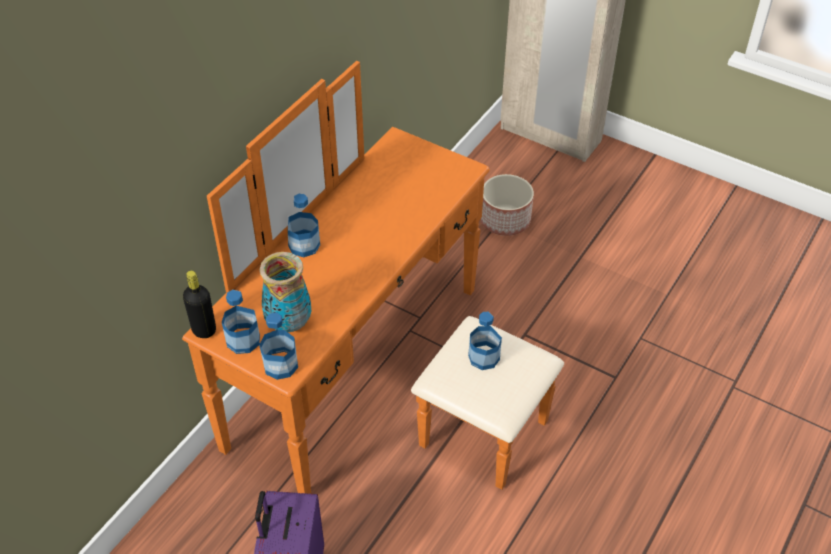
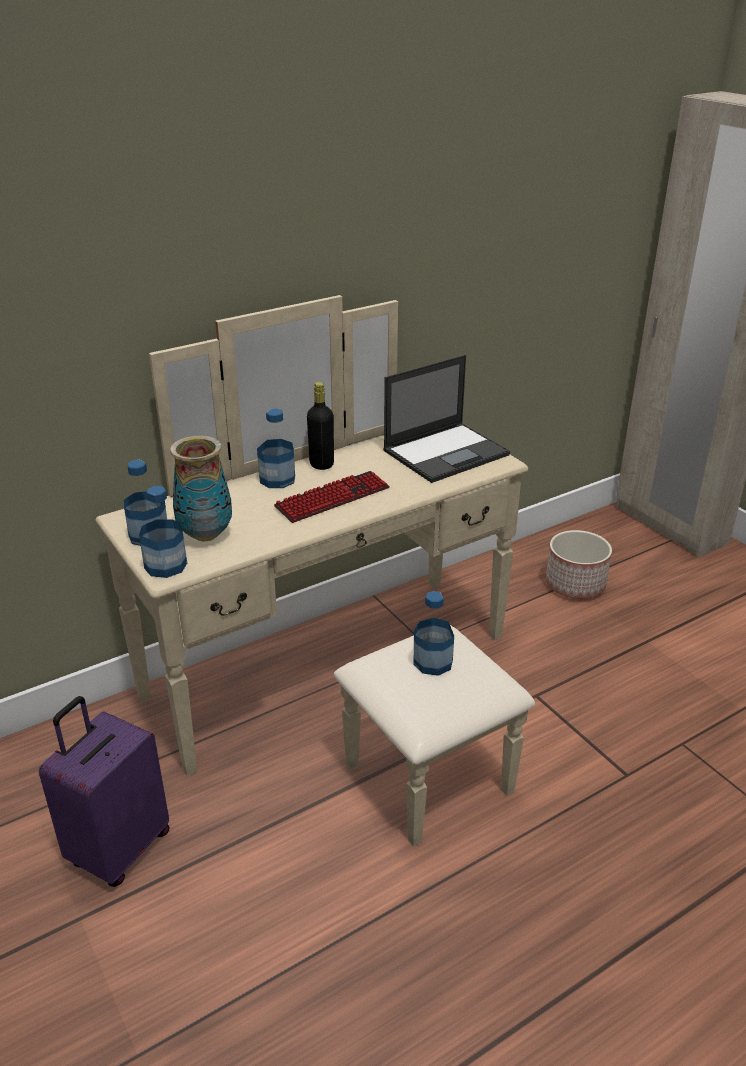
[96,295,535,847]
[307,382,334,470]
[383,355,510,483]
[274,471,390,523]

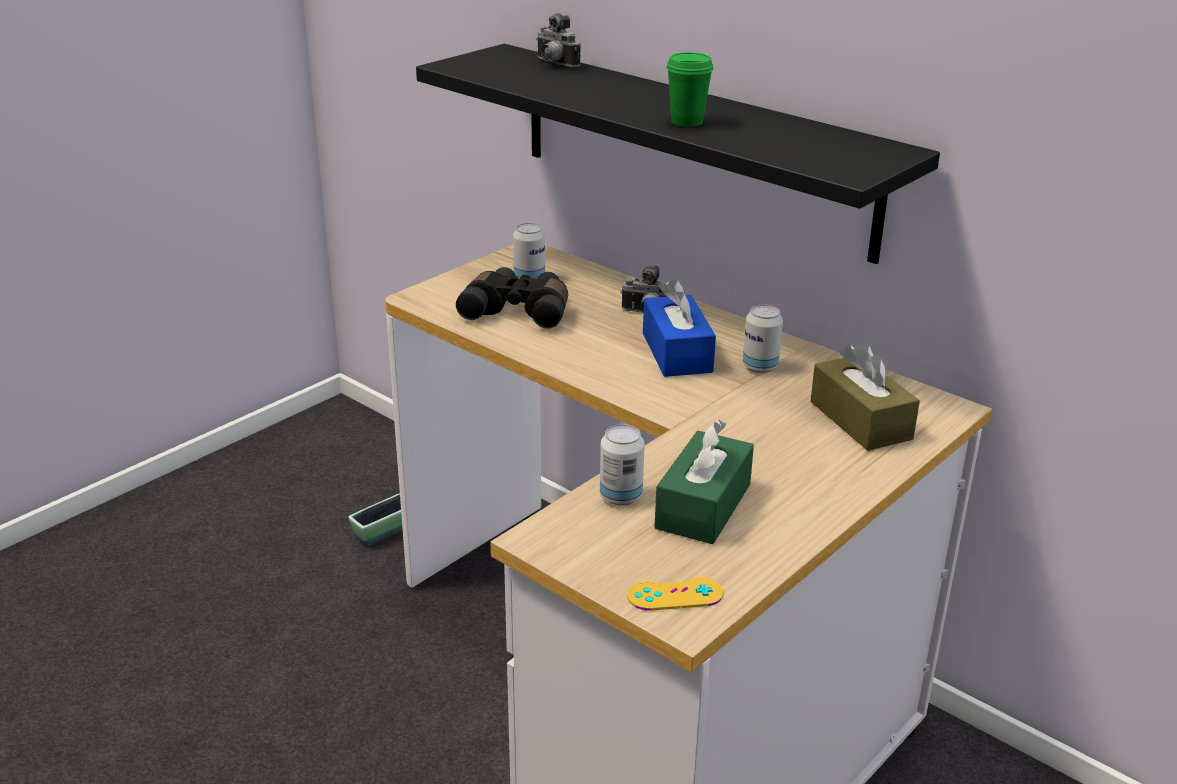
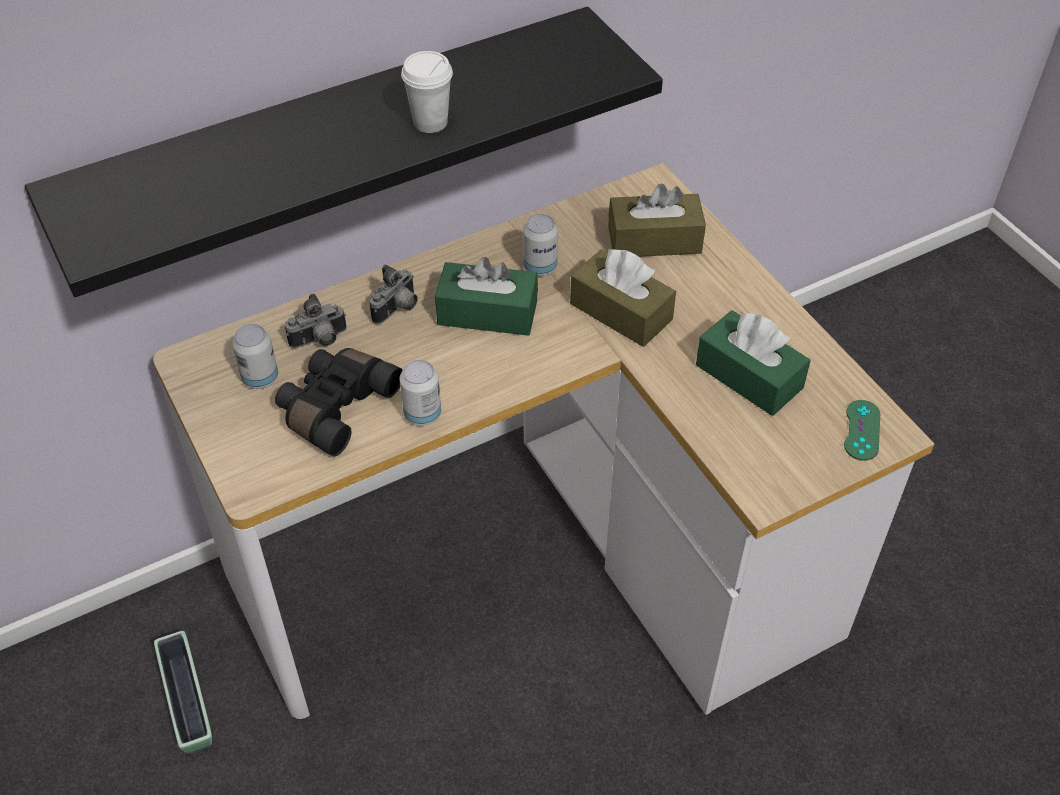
[285,294,347,348]
[401,51,453,133]
[435,257,538,336]
[400,360,441,426]
[844,400,880,461]
[570,249,676,347]

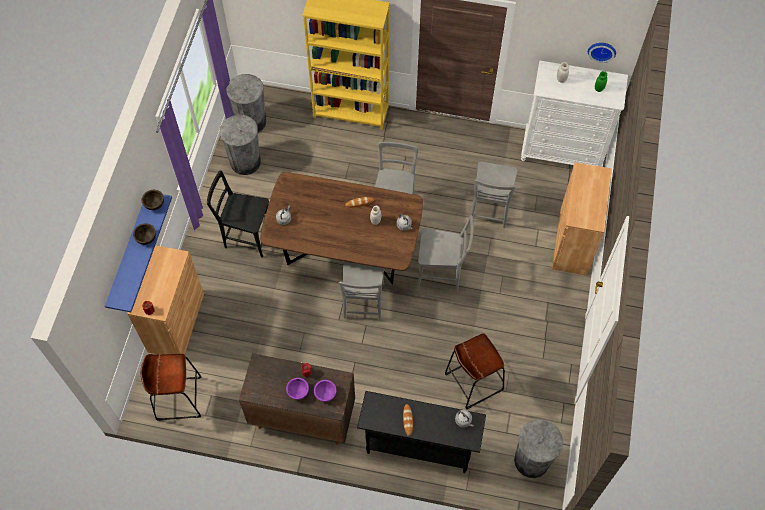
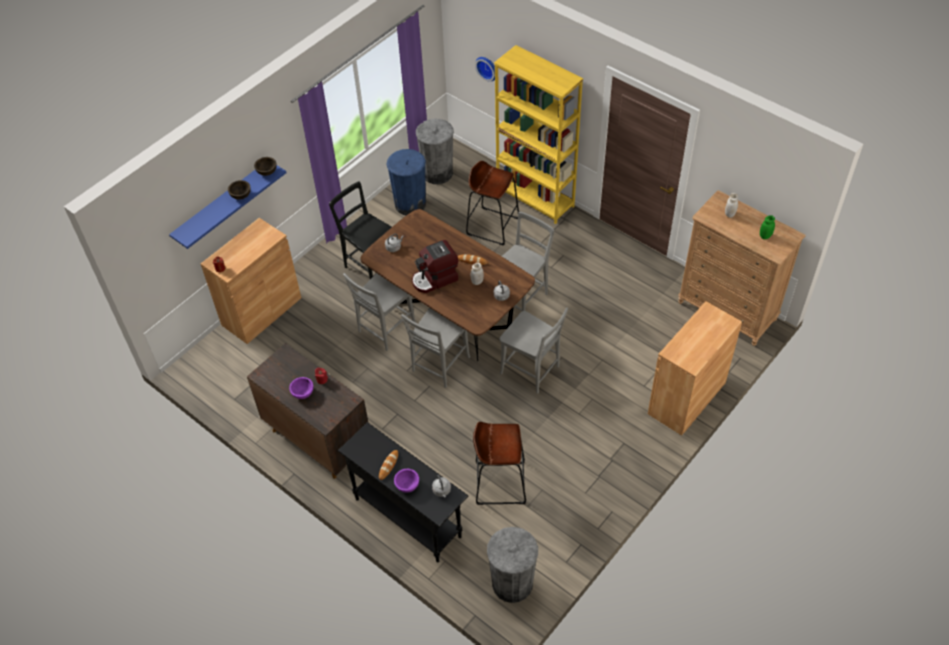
[475,57,495,81]
[678,190,806,346]
[387,149,426,215]
[343,273,416,351]
[466,161,519,246]
[394,469,419,493]
[412,240,458,293]

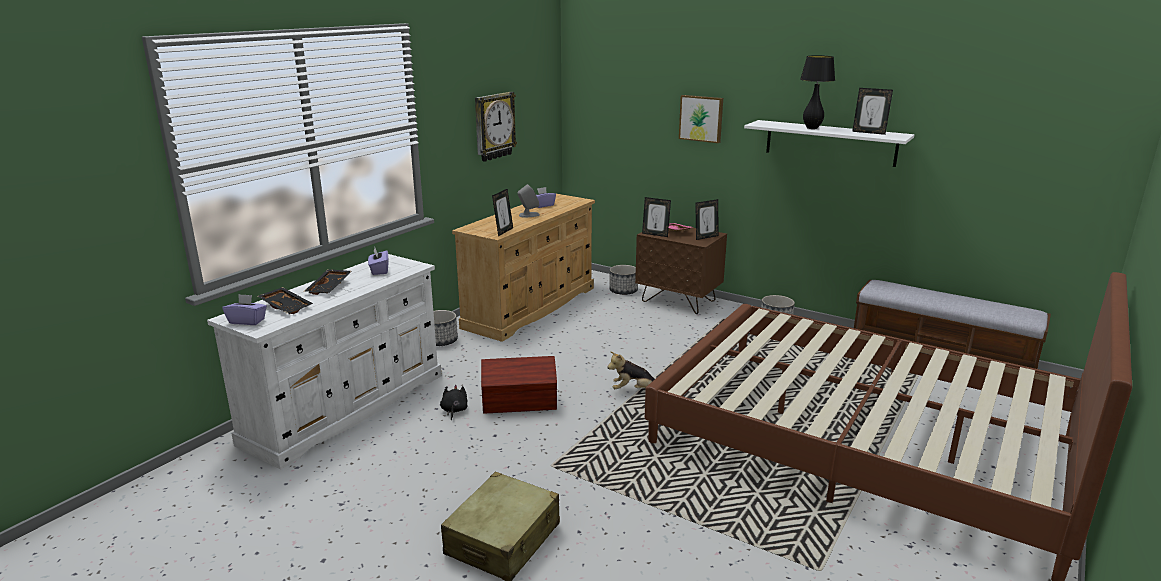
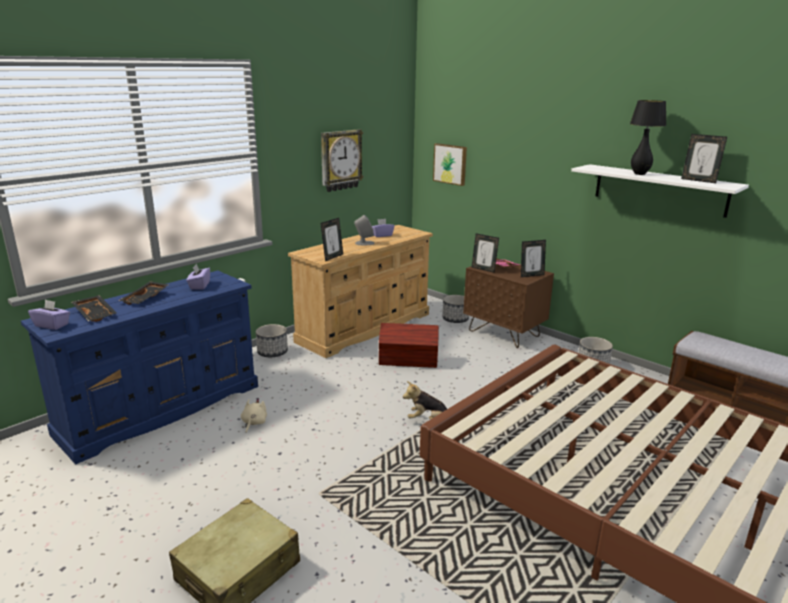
[433,143,467,186]
[21,271,258,465]
[379,323,439,368]
[241,399,267,433]

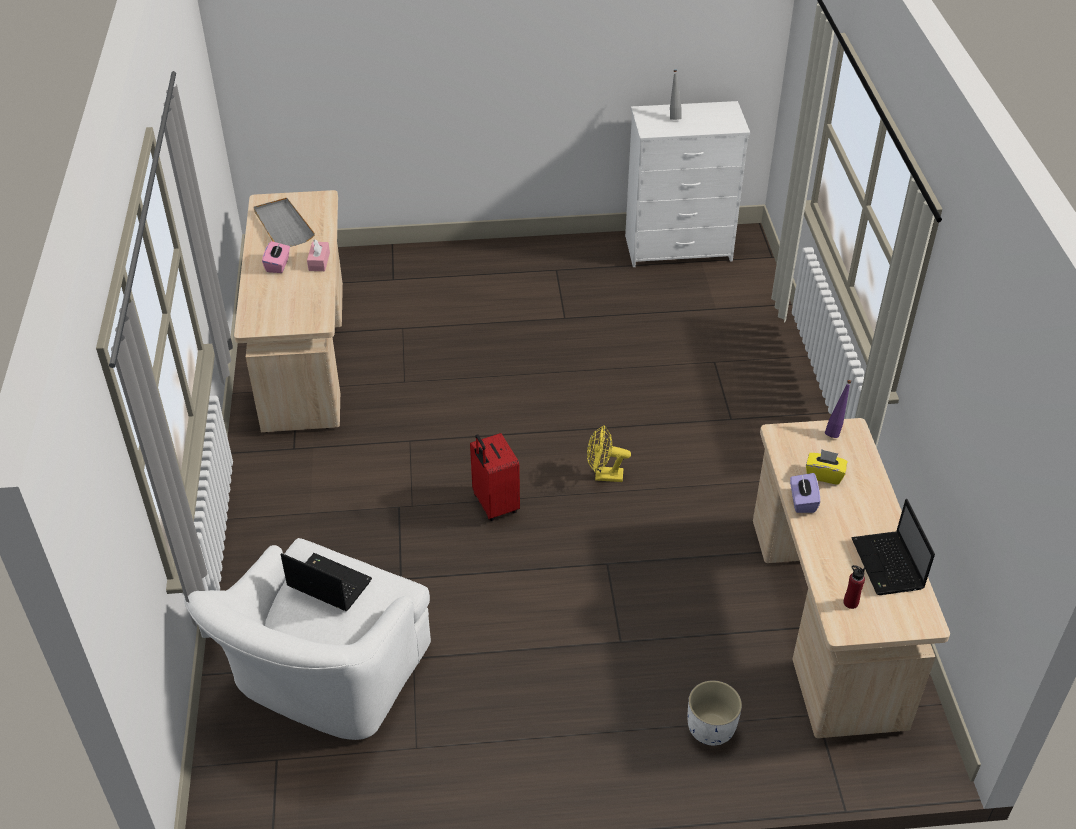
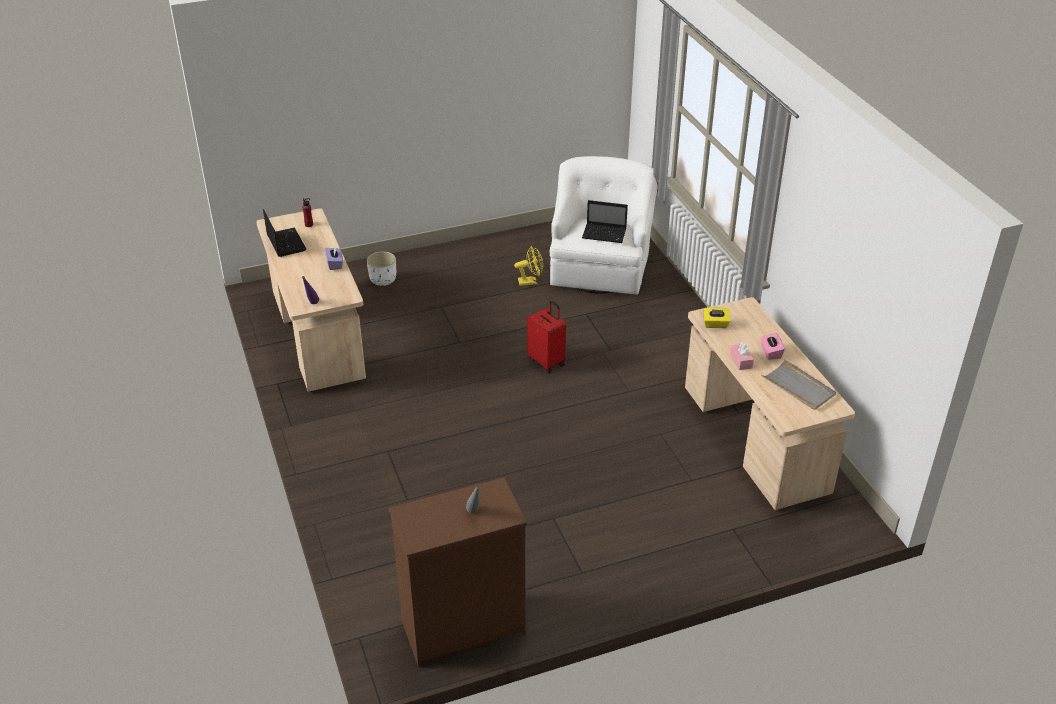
[389,478,527,667]
[514,246,543,286]
[703,307,730,328]

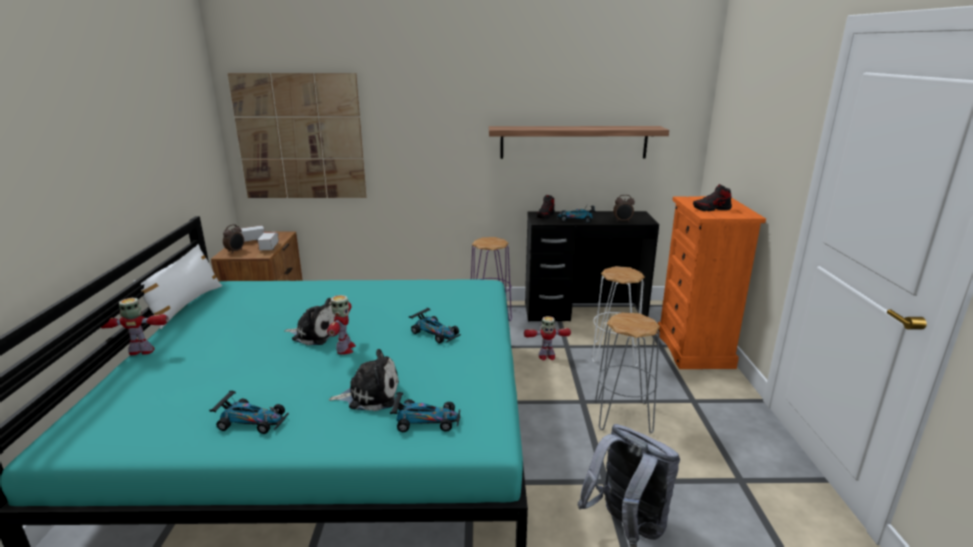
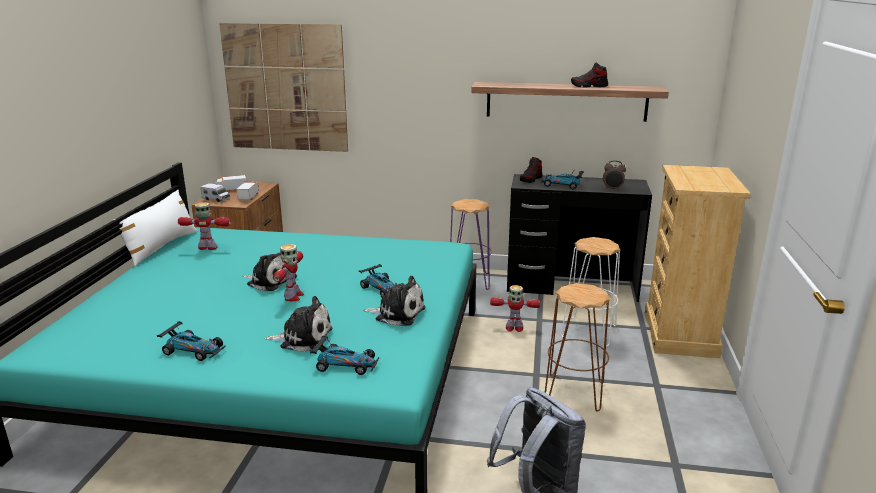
[571,62,608,88]
[645,165,751,358]
[201,183,230,202]
[178,202,231,250]
[545,283,611,412]
[363,276,426,326]

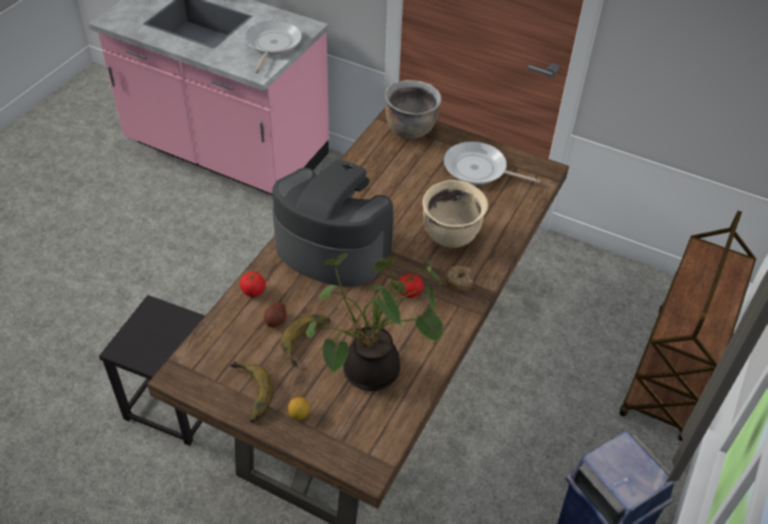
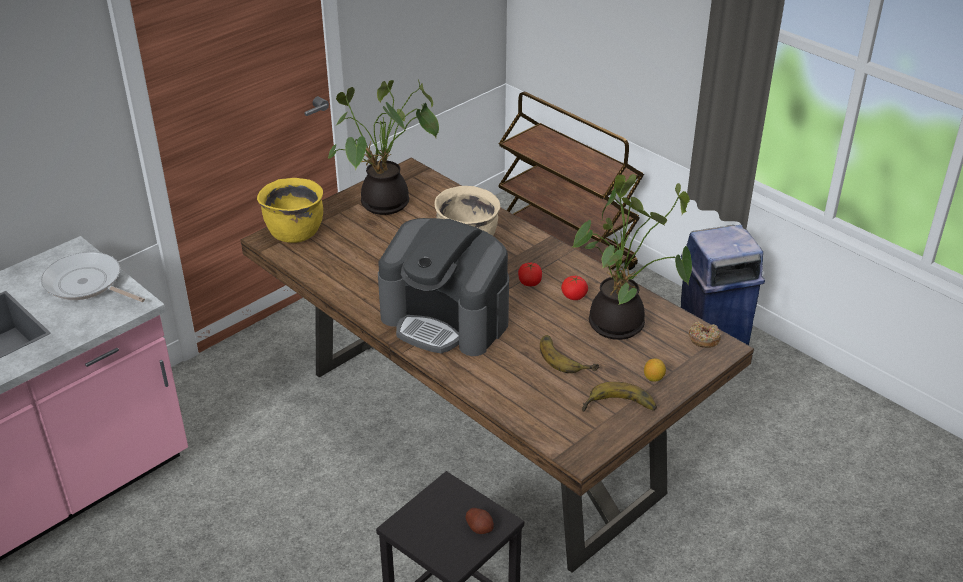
[257,178,323,243]
[328,80,439,215]
[378,218,509,356]
[689,321,721,348]
[561,275,588,300]
[465,508,494,534]

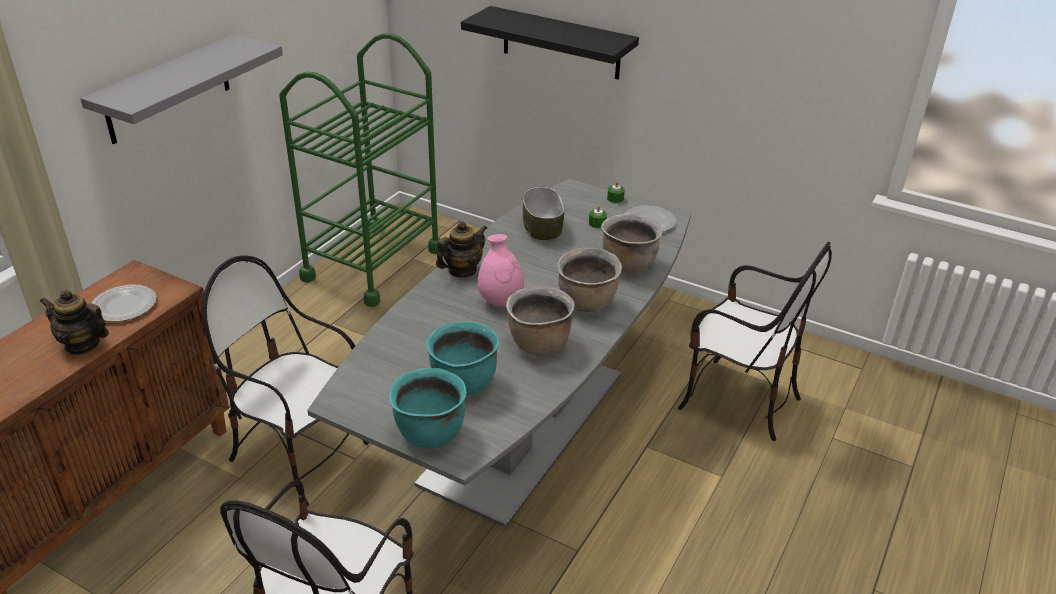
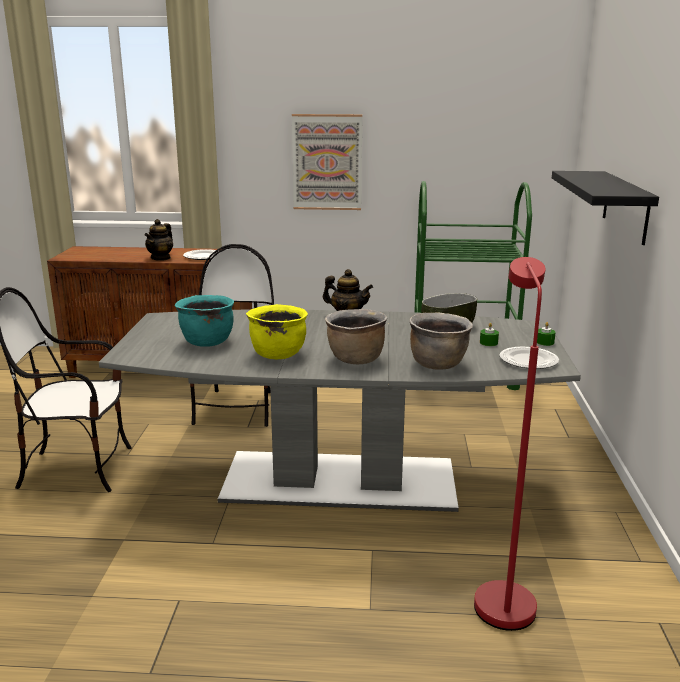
[292,114,363,210]
[478,234,524,307] (first image)
[474,257,546,631]
[246,304,308,359]
[144,219,173,261]
[389,368,467,449] (first image)

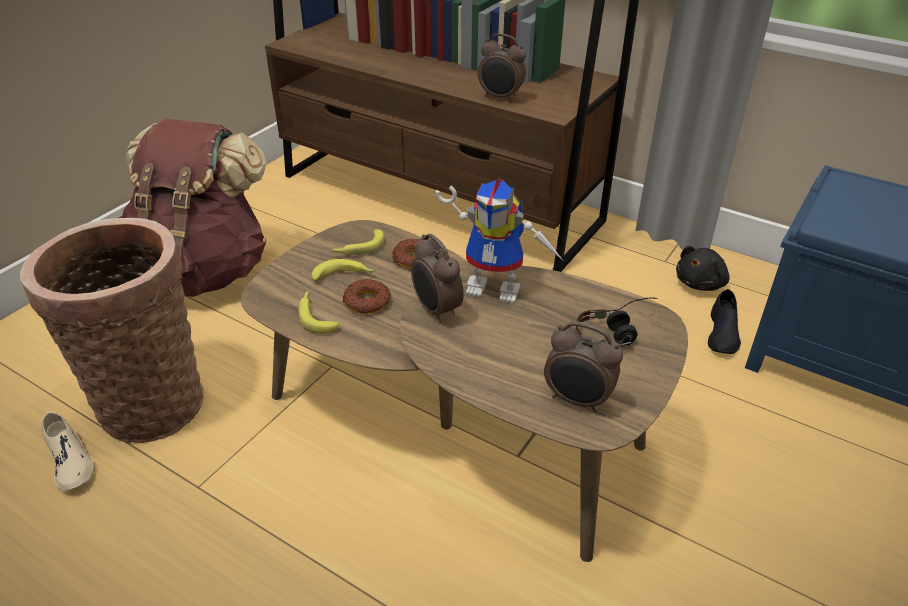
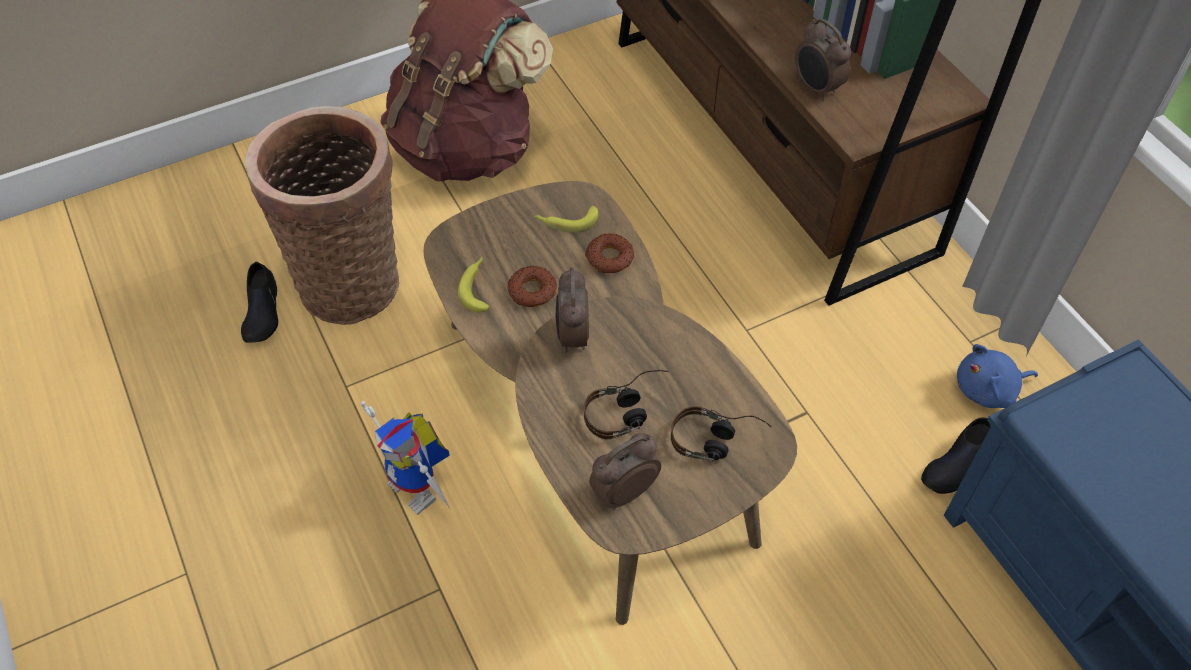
[361,401,450,515]
[957,344,1038,408]
[311,259,374,281] (first image)
[589,433,661,510]
[241,262,278,343]
[584,370,668,439]

